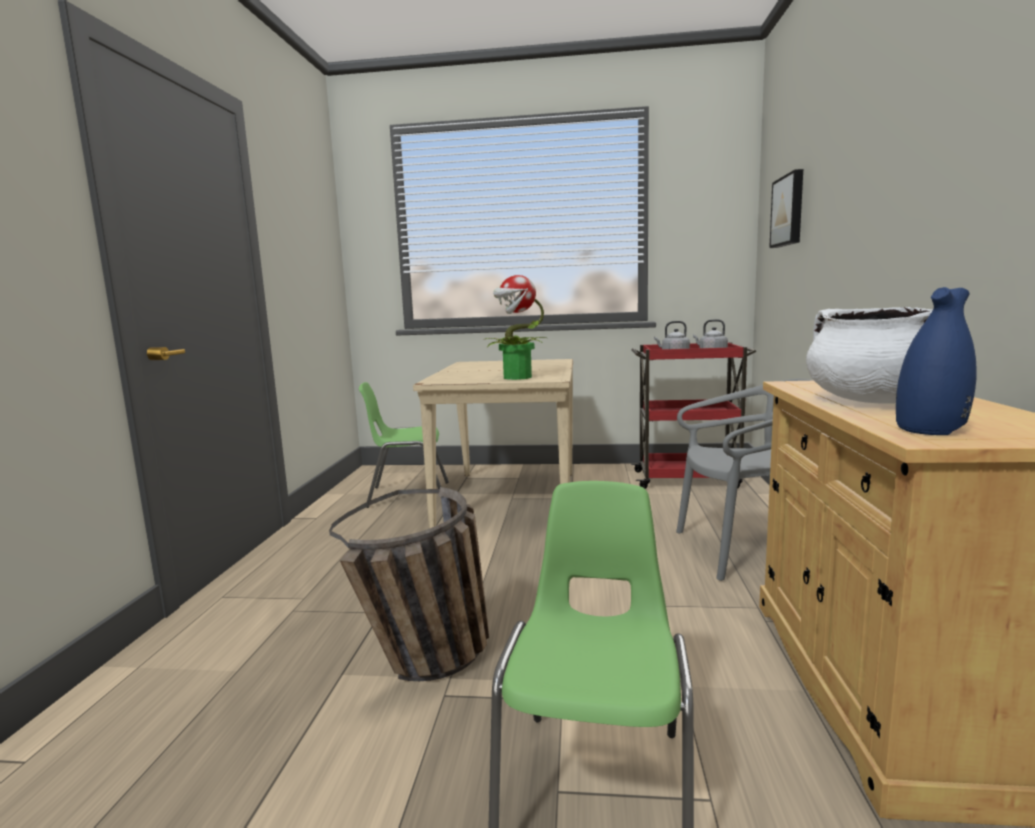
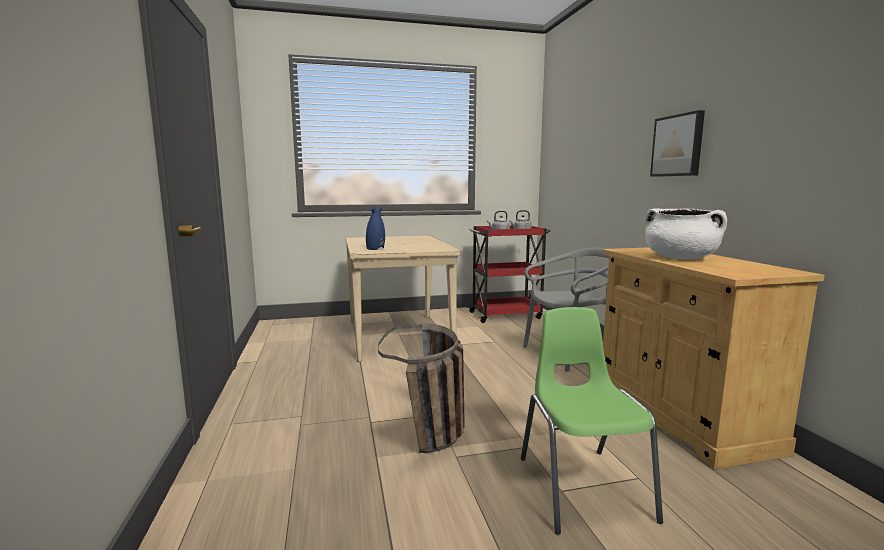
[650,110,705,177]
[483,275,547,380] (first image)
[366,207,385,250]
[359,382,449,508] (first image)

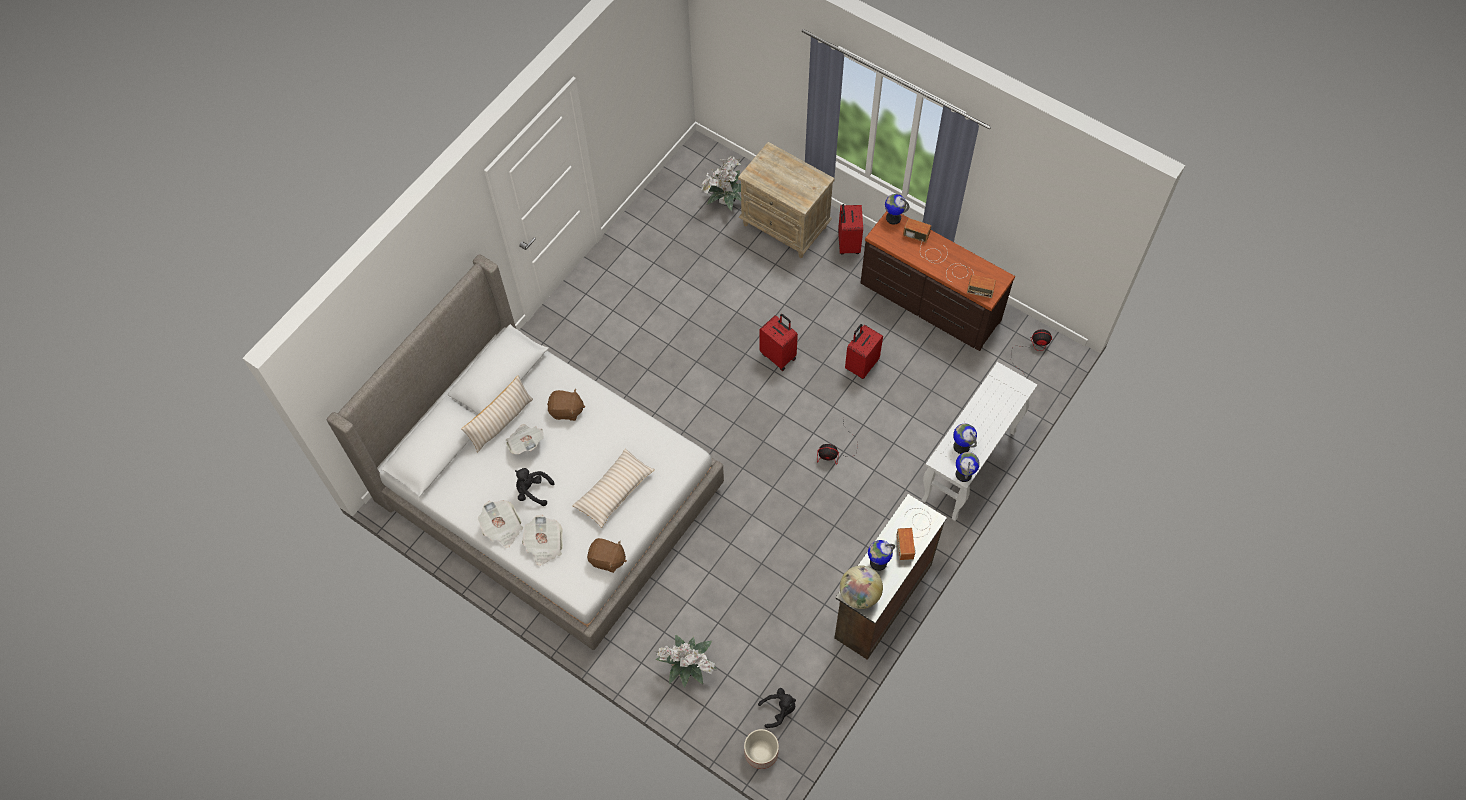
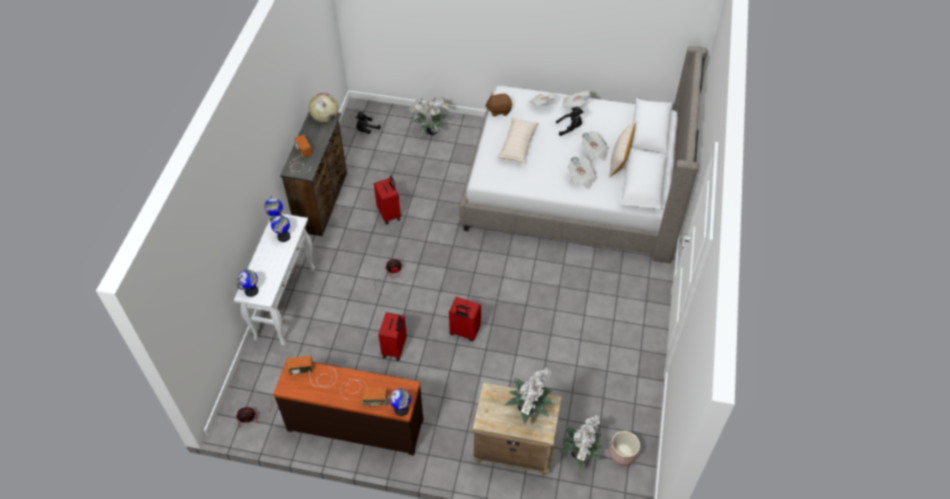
[374,175,401,224]
[567,156,597,189]
[237,270,258,297]
[609,431,640,465]
[504,367,554,425]

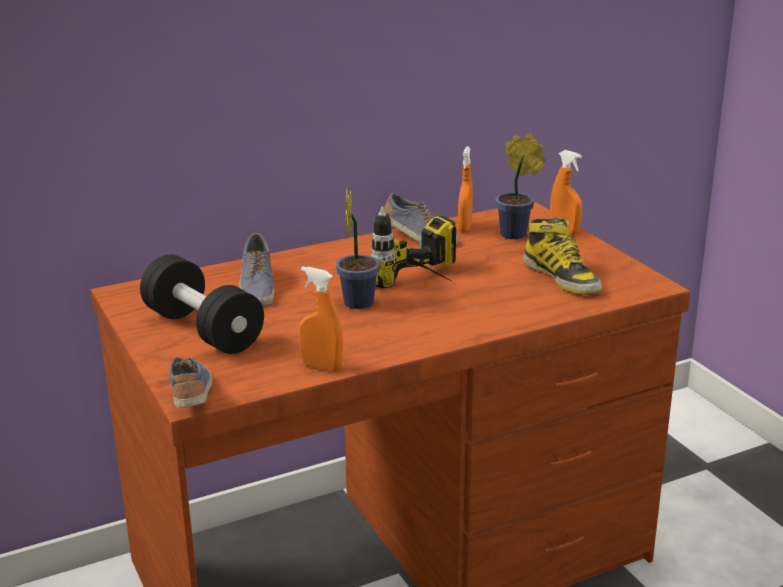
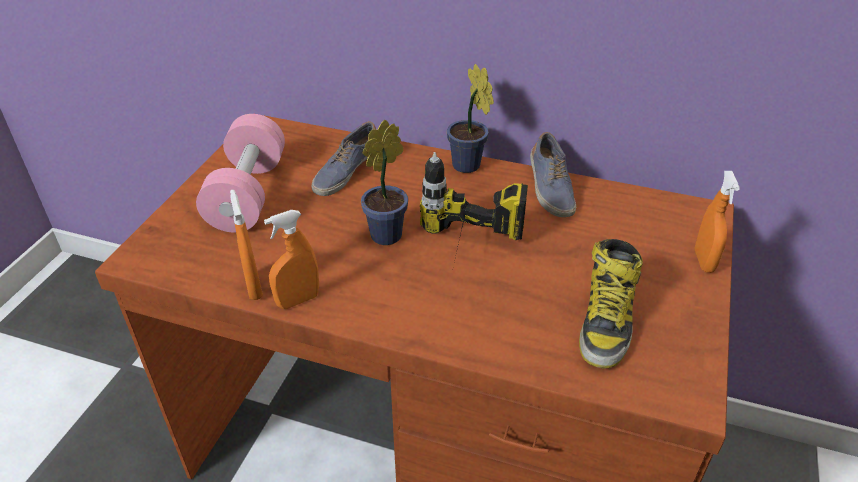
[447,64,494,173]
[264,210,319,309]
[196,114,285,232]
[169,357,213,408] (first image)

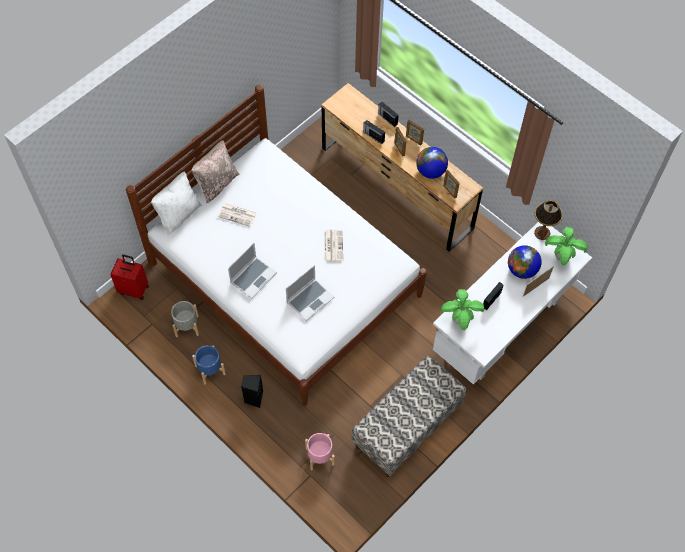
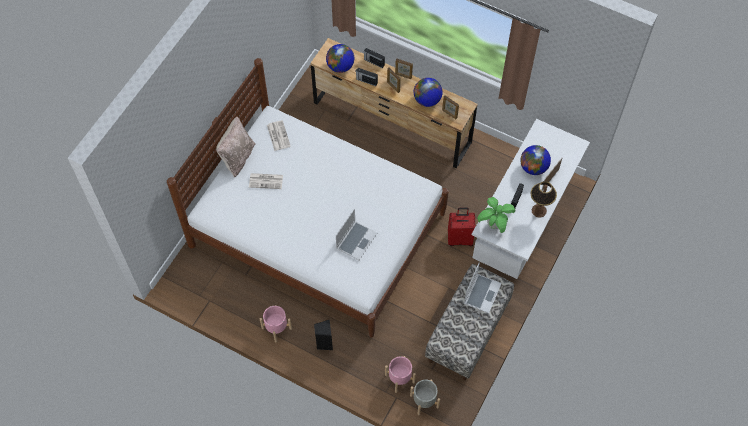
[151,172,202,235] (first image)
[531,181,557,217]
[545,227,588,265] (first image)
[267,120,291,151]
[464,262,502,313]
[448,208,475,246]
[410,380,440,415]
[260,305,292,342]
[326,44,354,73]

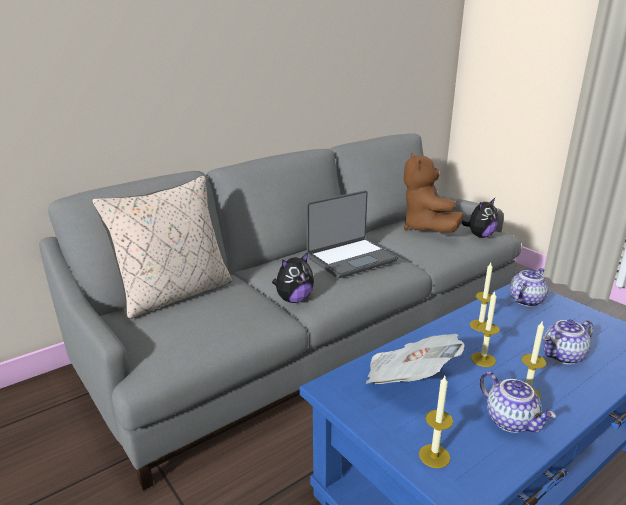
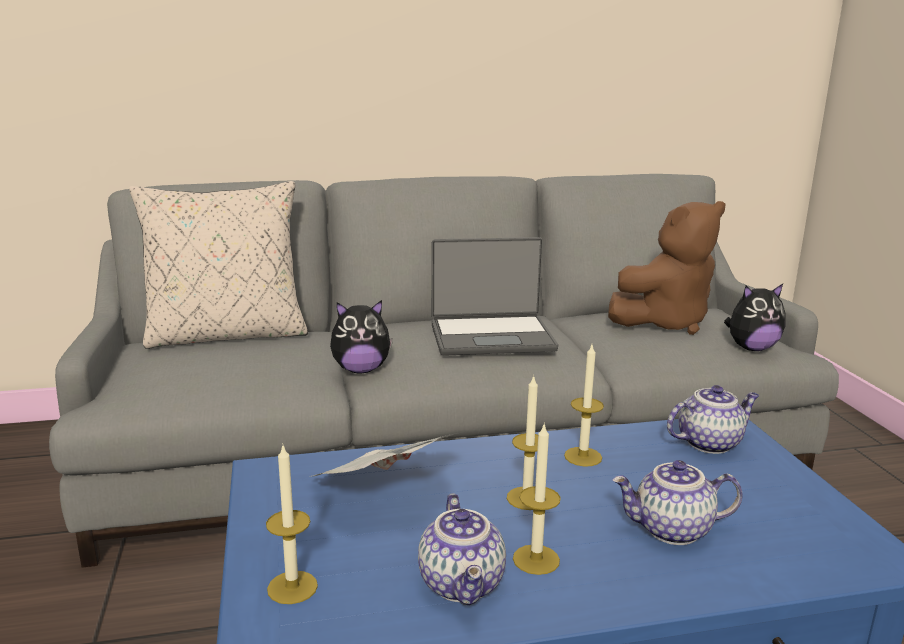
[608,201,725,335]

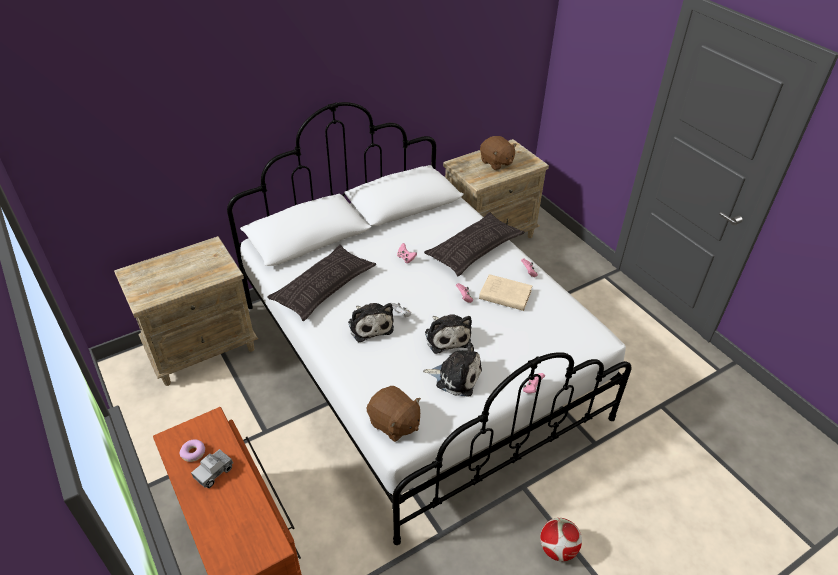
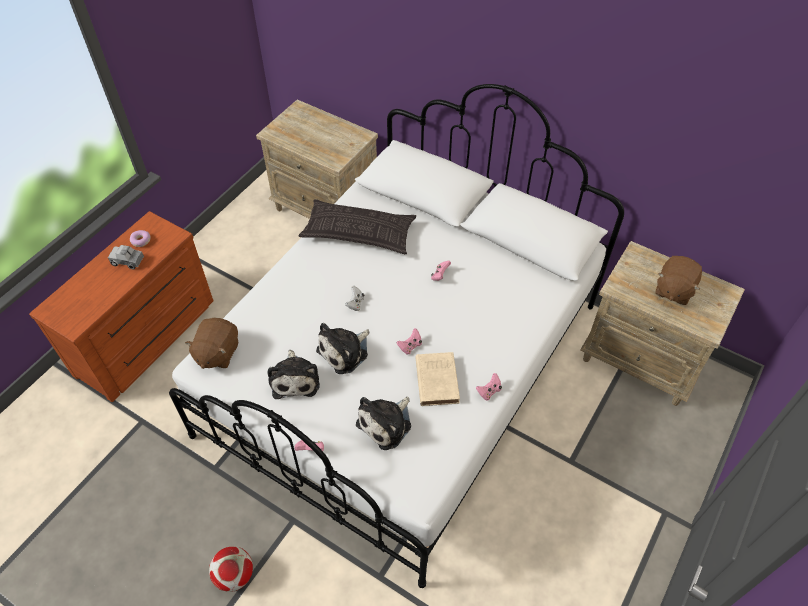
[424,212,524,276] (first image)
[356,397,411,450]

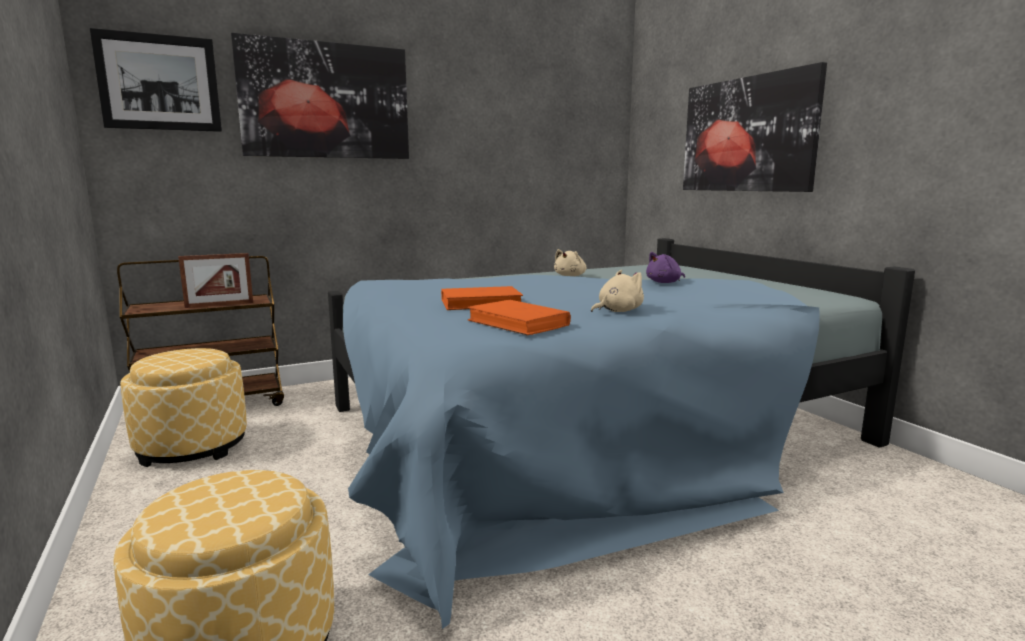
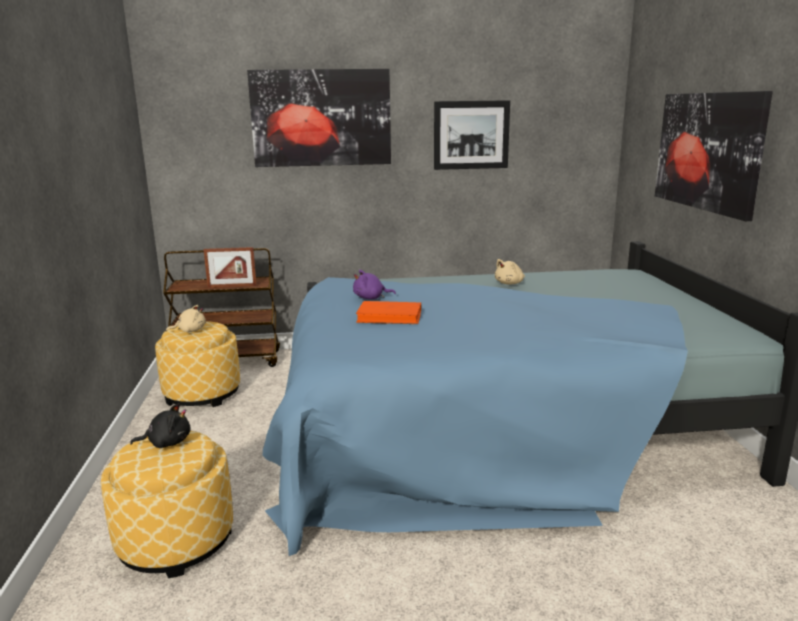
[434,100,510,170]
[353,270,396,299]
[166,305,206,332]
[467,300,571,335] (first image)
[130,403,190,448]

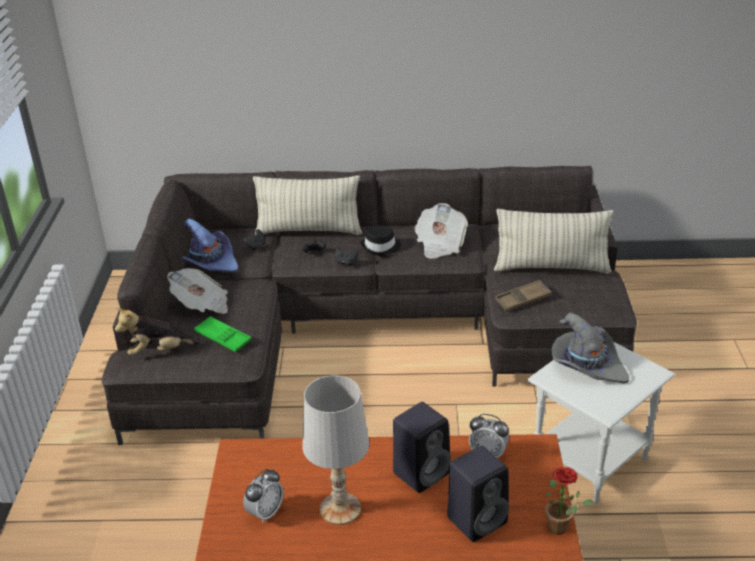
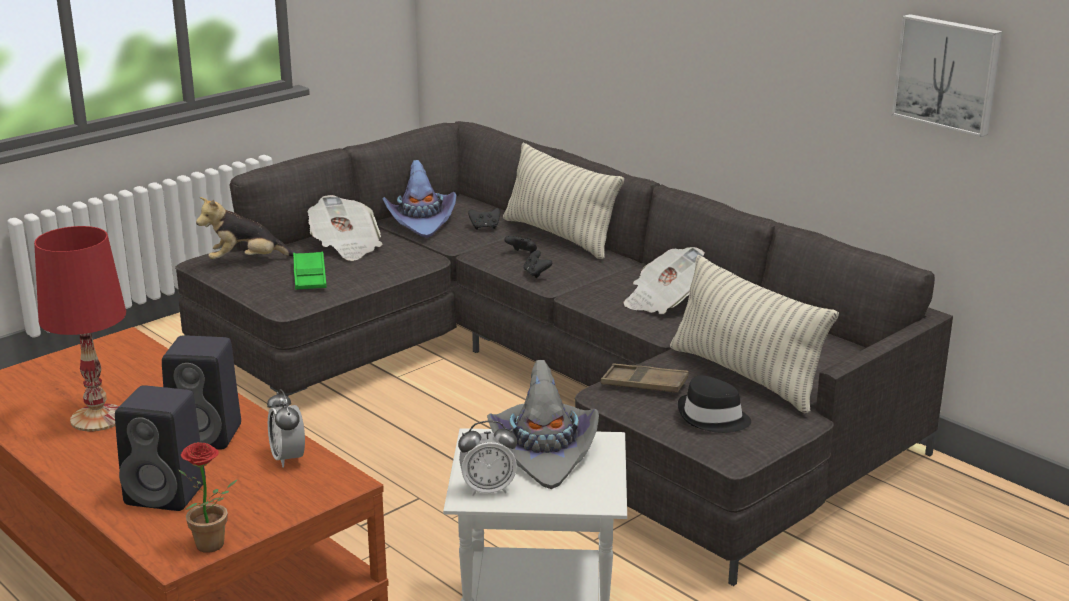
[677,375,751,433]
[196,197,296,259]
[34,226,126,431]
[458,421,517,496]
[892,14,1003,137]

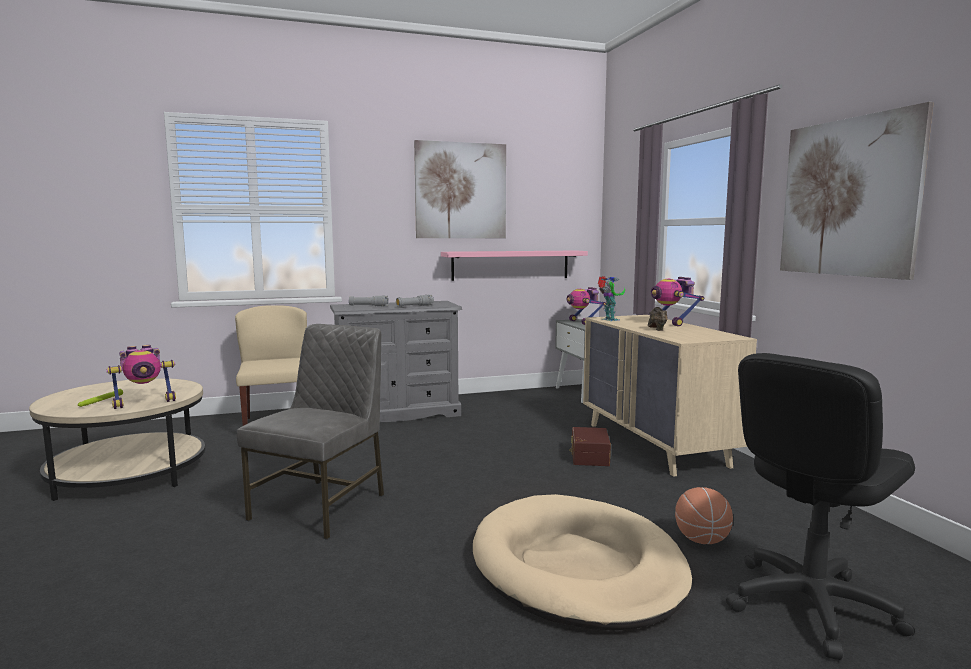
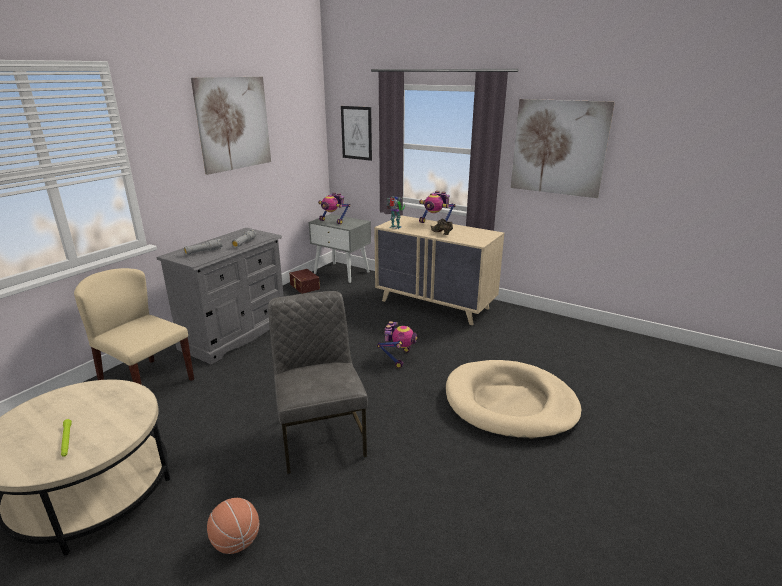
[441,251,588,281] (first image)
[377,321,417,368]
[726,353,915,660] (first image)
[289,269,320,294]
[207,498,259,554]
[341,106,372,161]

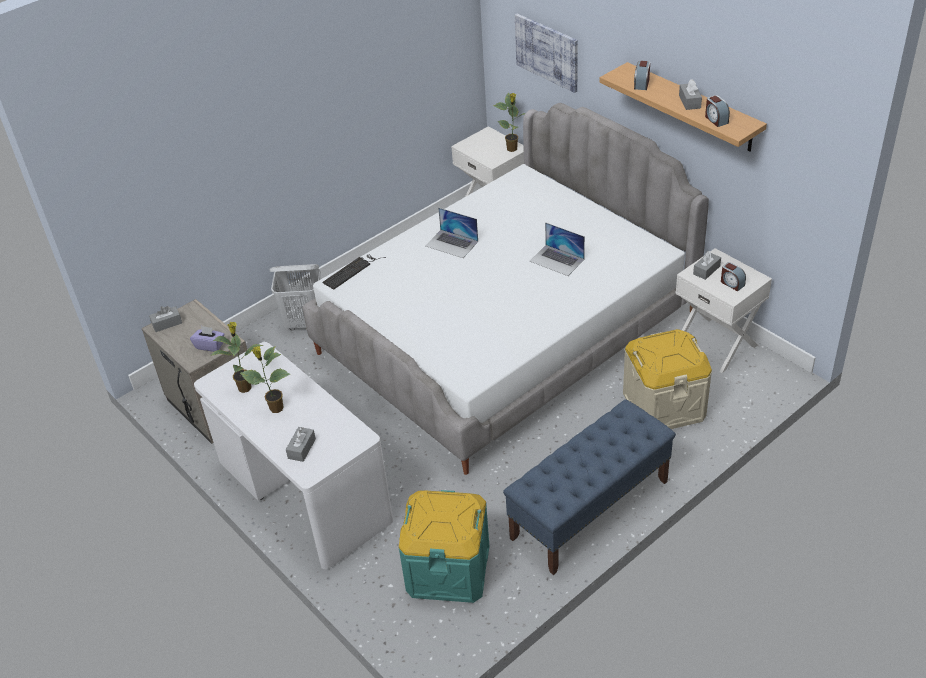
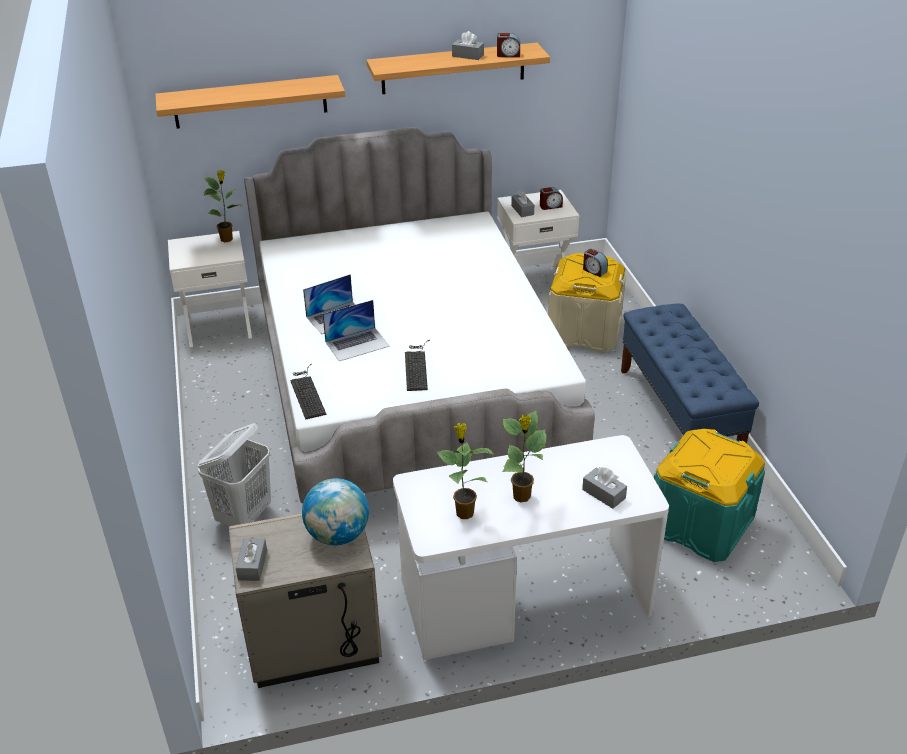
[155,75,345,129]
[583,249,608,277]
[323,300,390,361]
[302,478,369,546]
[405,340,430,391]

